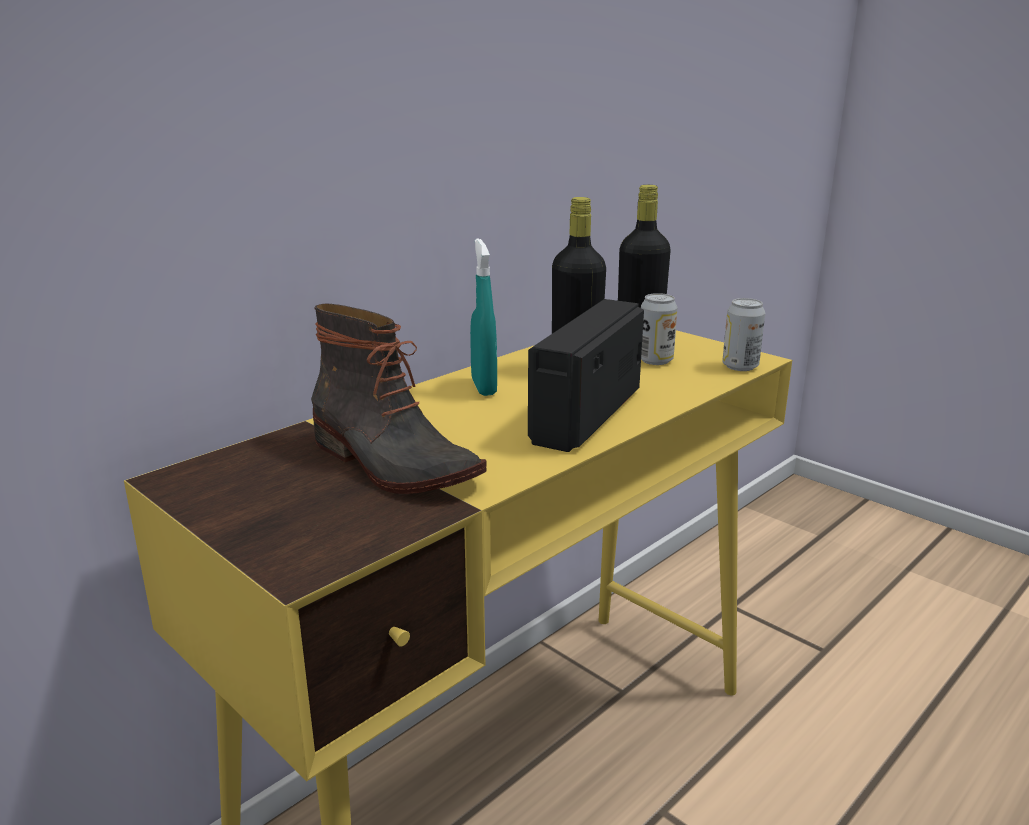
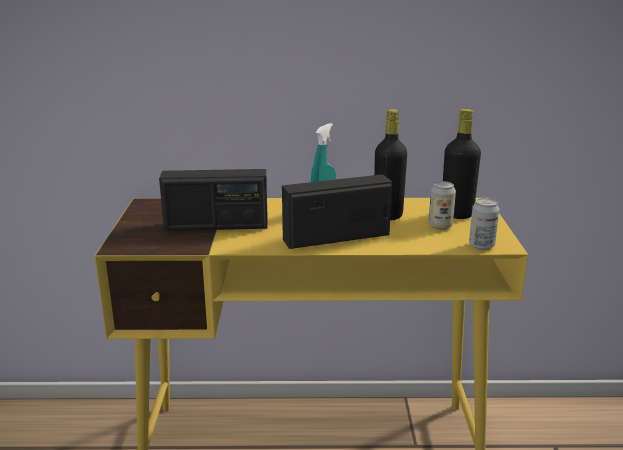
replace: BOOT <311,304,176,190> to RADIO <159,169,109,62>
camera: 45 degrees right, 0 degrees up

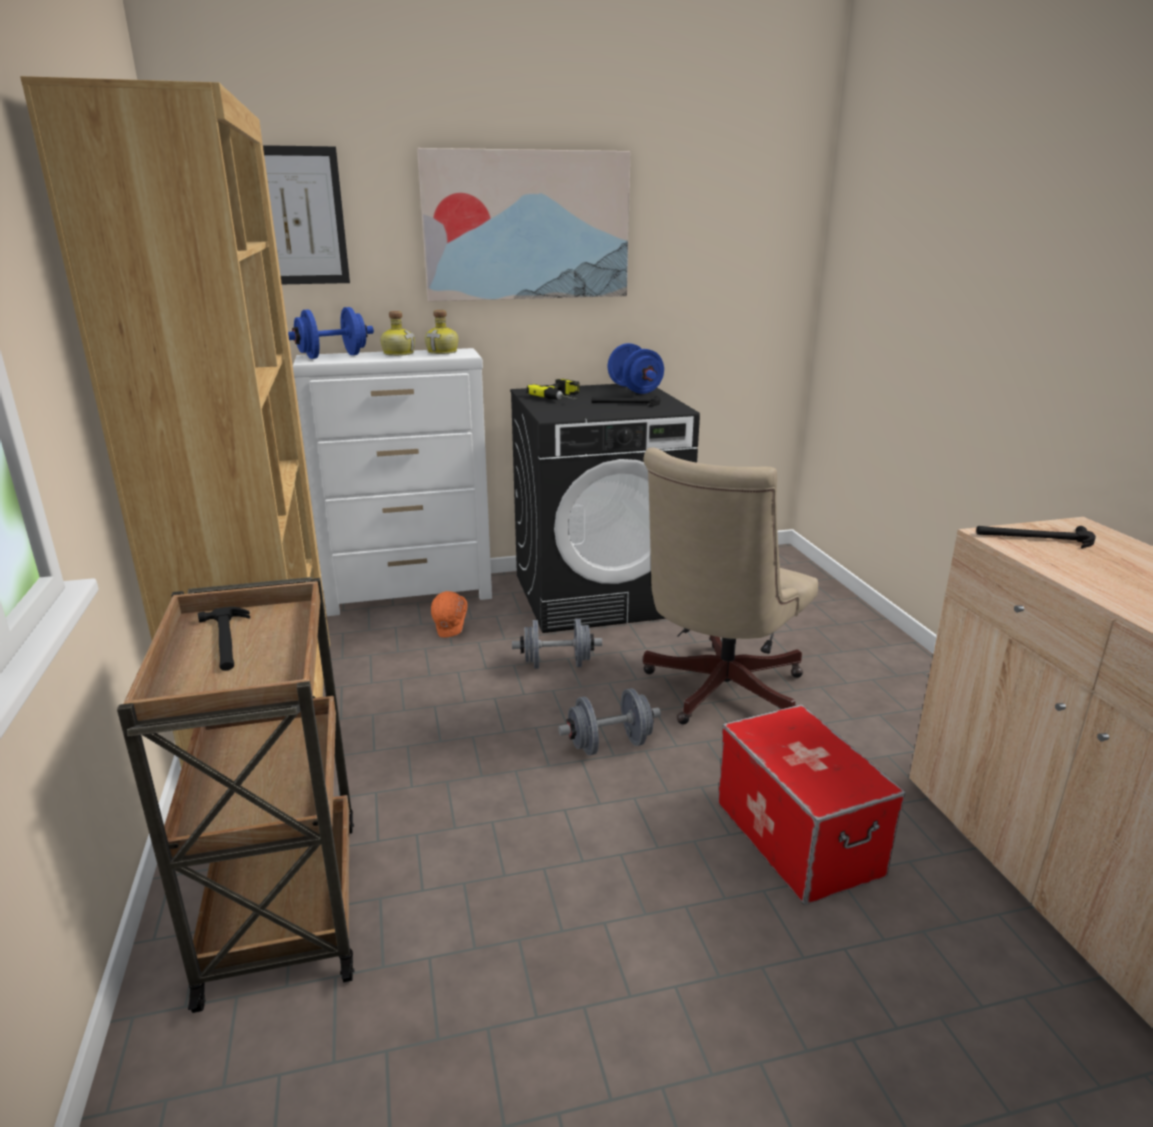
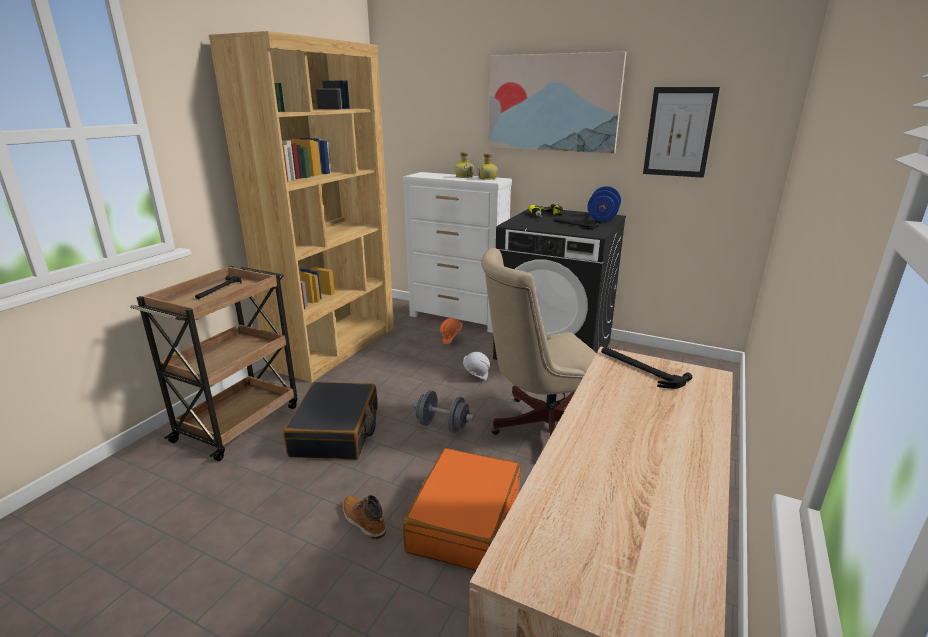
delete: BLUE DUMBBELL <288,307,86,52>
insert: BLACK SUITCASE <283,382,95,78>; BOOT <343,495,43,45>
move: PICTURE <263,145,87,139> to <643,87,77,91>
replace: GREY DUMBBELL <512,618,90,51> to WHITE HARD HAT <463,352,27,29>; STORAGE BOX <718,704,188,201> to ORANGE SUITCASE <403,448,117,123>
camera: 40 degrees right, 0 degrees up

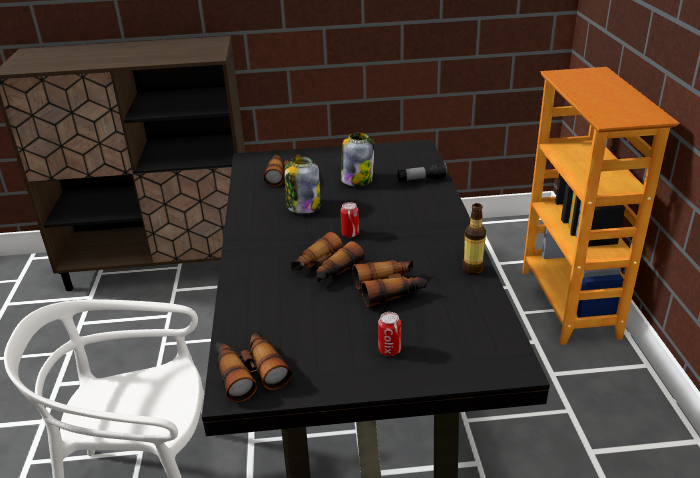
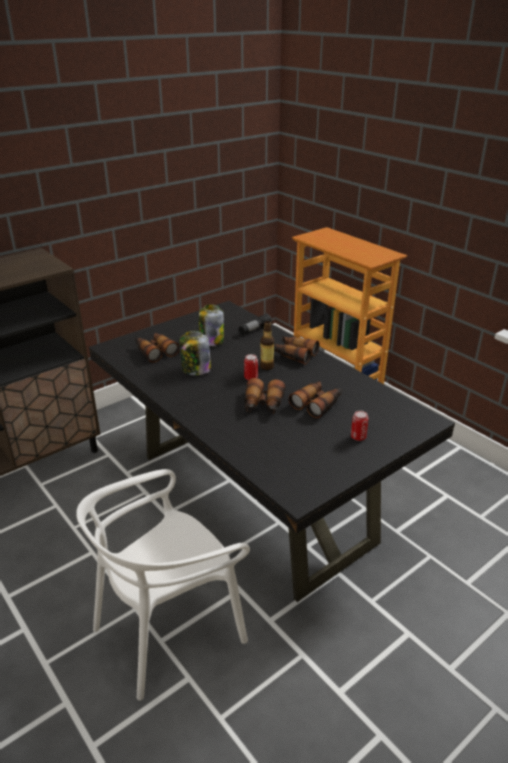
move: BOTTLE <462,203,24,72> to <260,321,14,49>; BINOCULARS <215,330,77,72> to <274,336,46,29>
camera: 35 degrees left, 0 degrees up

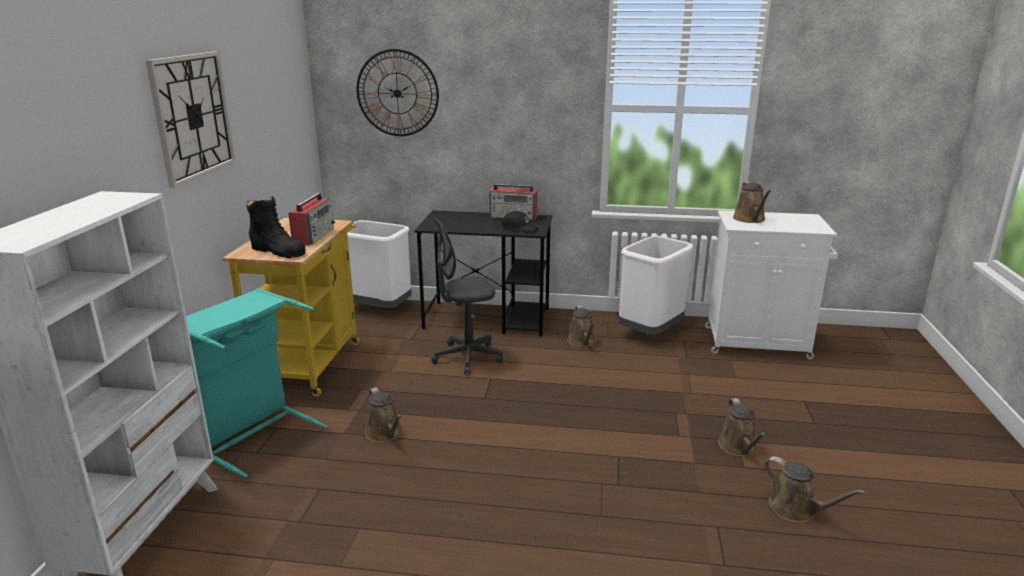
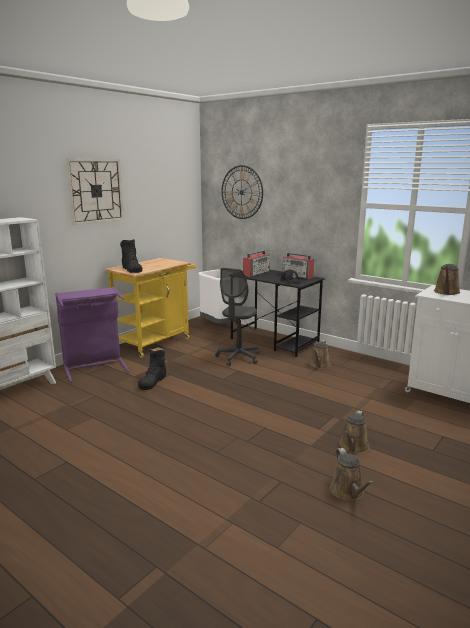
delete: WHITE TRASH CAN <618,235,75,100>
move: RADIO <289,190,46,56> to <243,250,27,27>
replace: BROWN WATERING CAN <365,387,38,55> to BLACK BOOT <138,347,28,43>
recolor: TURQUOISE LAUNDRY BASKET <186,288,142,190> to PURPLE LAUNDRY BASKET <55,287,74,95>
rotate: GREY OFFICE CHAIR <431,216,72,159> = <215,268,44,98> 75 degrees counterclockwise
camera: 30 degrees right, 5 degrees down

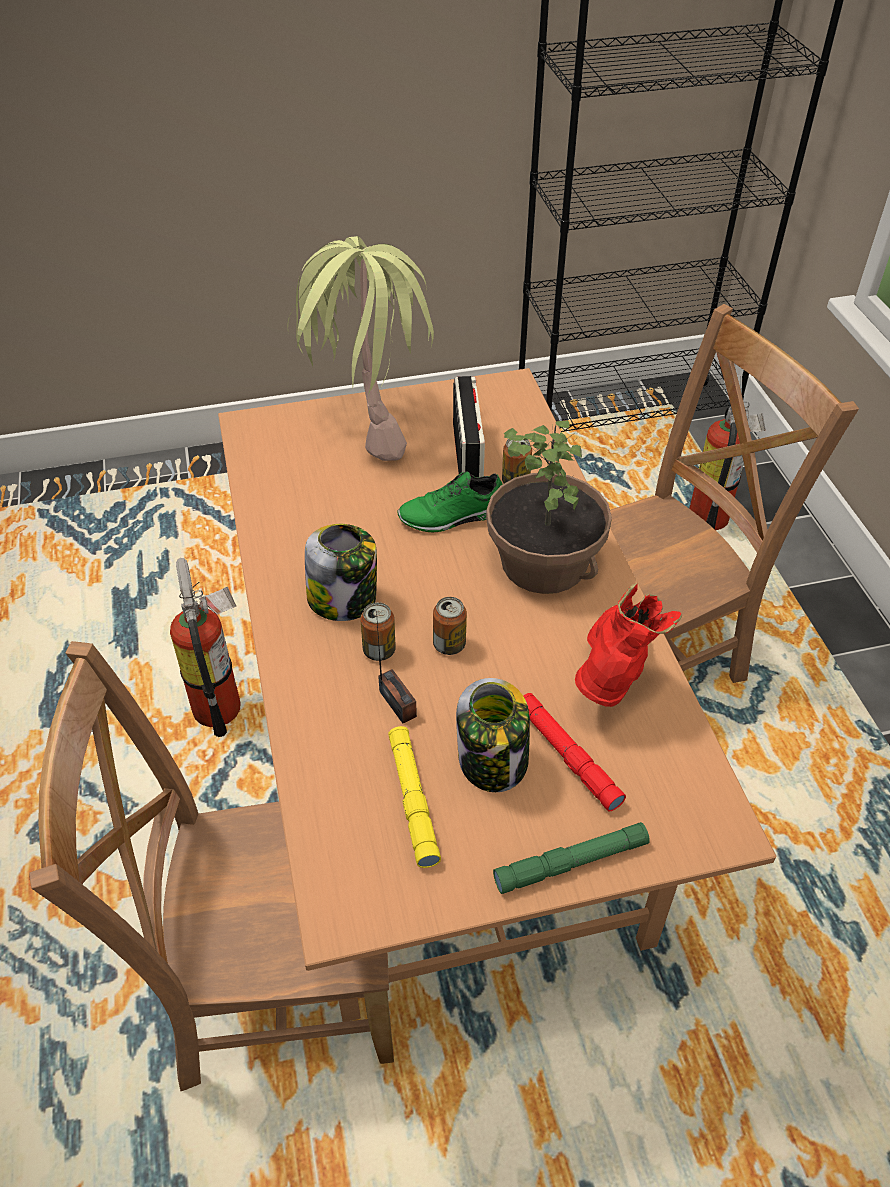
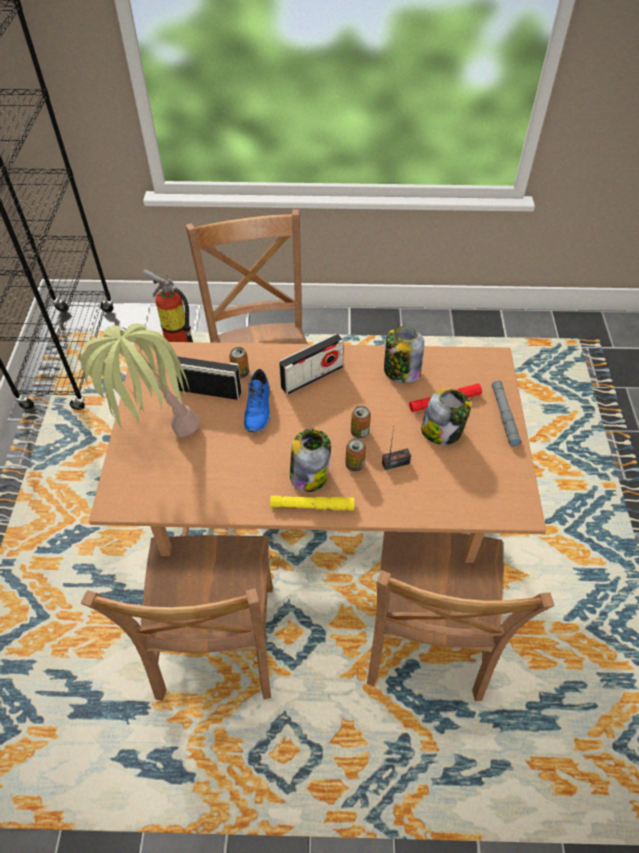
move: YELLOW FLASHLIGHT <388,726,53,142> to <270,495,84,16>
replace: POTTED PLANT <486,420,126,174> to RADIO <279,333,65,62>; FIRE EXTINGUISHER <170,558,71,179> to BROWN CHAIR <81,535,192,166>; RED BOOT <575,583,106,124> to JAR <384,326,40,57>
recolor: GREEN SHOE <397,471,106,61> to BLUE SHOE <244,369,26,63>; GREEN FLASHLIGHT <493,822,157,72> to GREY FLASHLIGHT <492,381,29,65>
camera: 75 degrees left, 5 degrees up

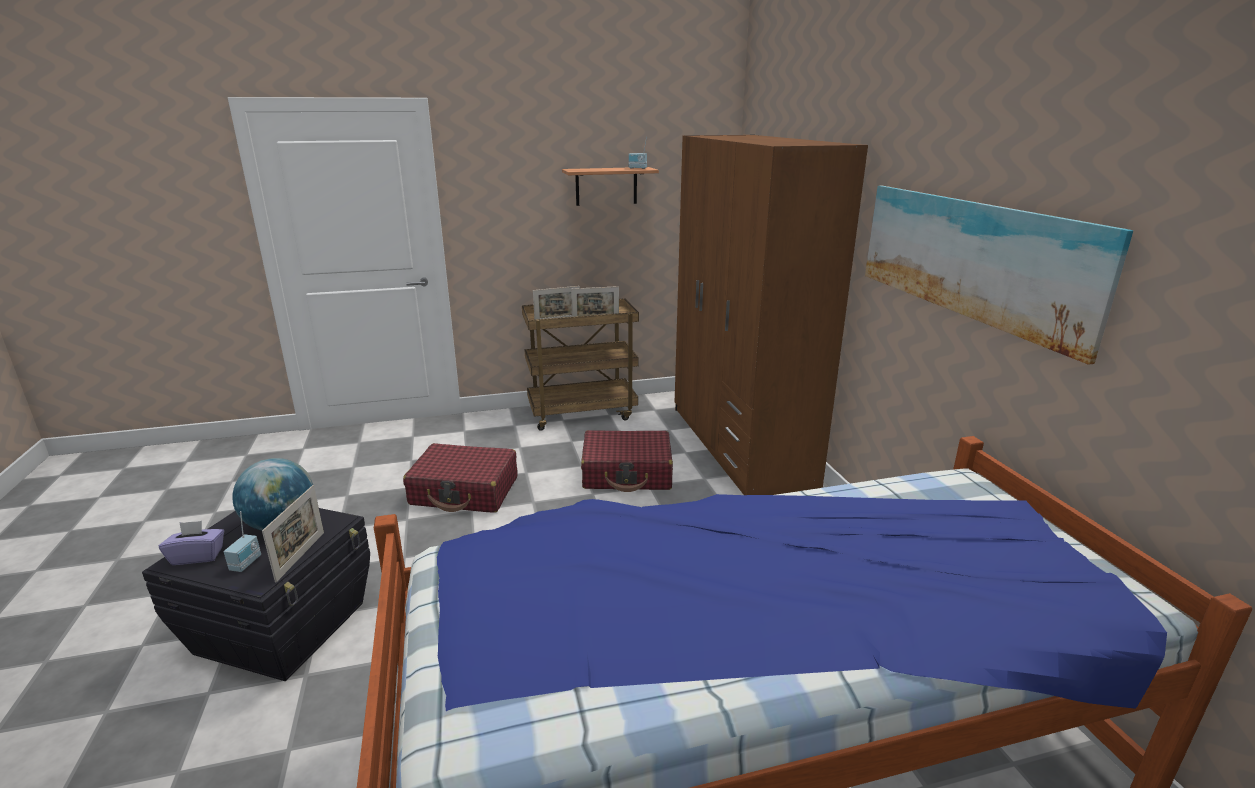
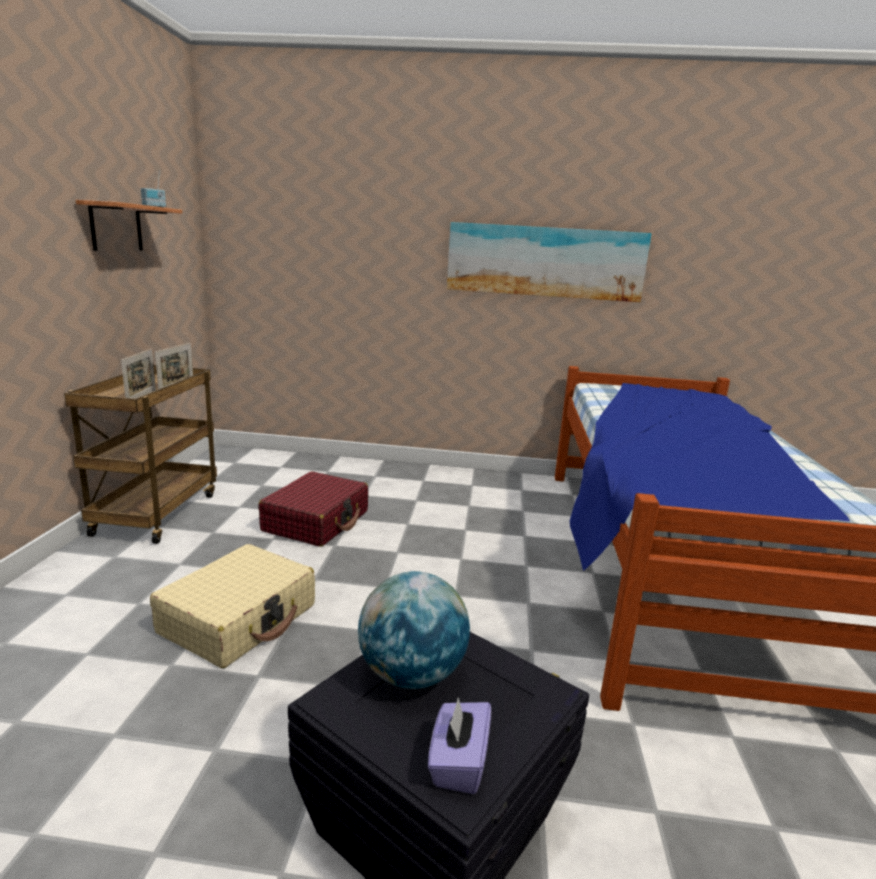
delete: BROWN WARDROBE <675,135,193,360>; PICTURE FRAME <262,485,62,98>; RADIO <223,511,38,61>
recolor: RED SUITCASE <403,443,114,70> to BEIGE SUITCASE <150,544,165,124>
camera: 70 degrees left, 5 degrees down

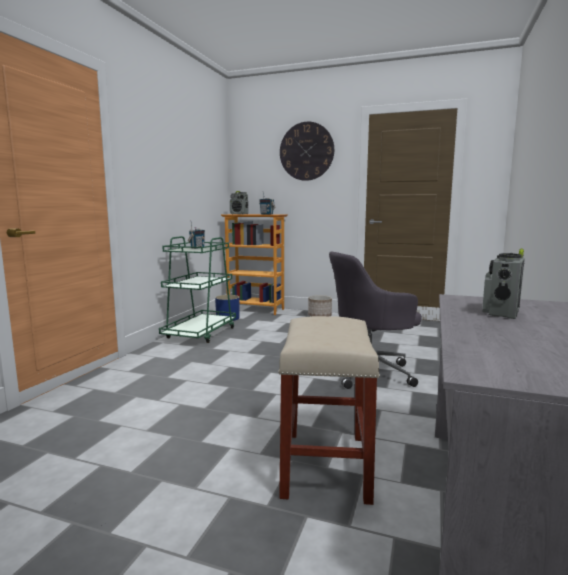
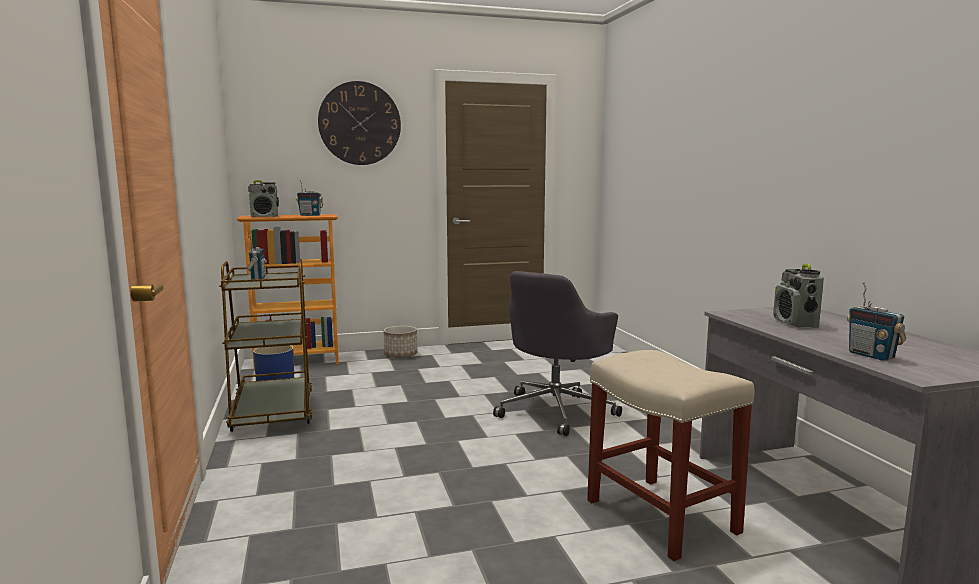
insert: RADIO <847,282,59,79>
recolor: GREEN CART <159,236,77,107> to BROWN CART <219,259,93,173>
camera: 35 degrees left, 0 degrees up

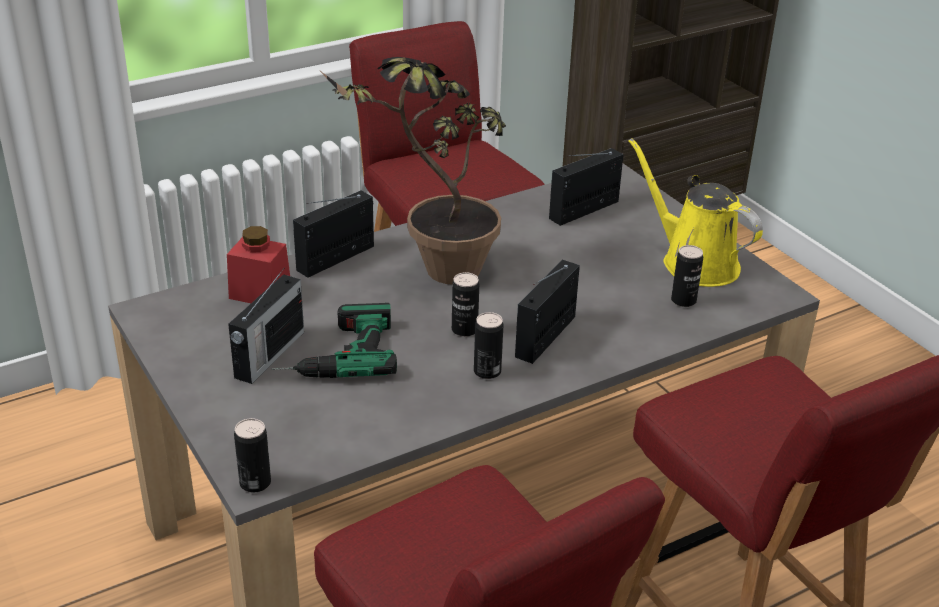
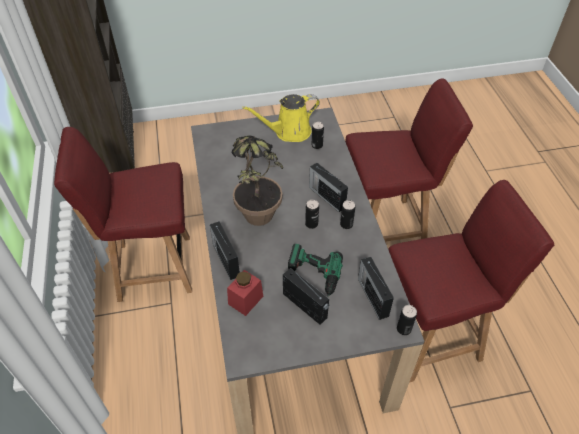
move: RADIO <549,148,75,78> to <358,257,36,63>
camera: 70 degrees left, 15 degrees up

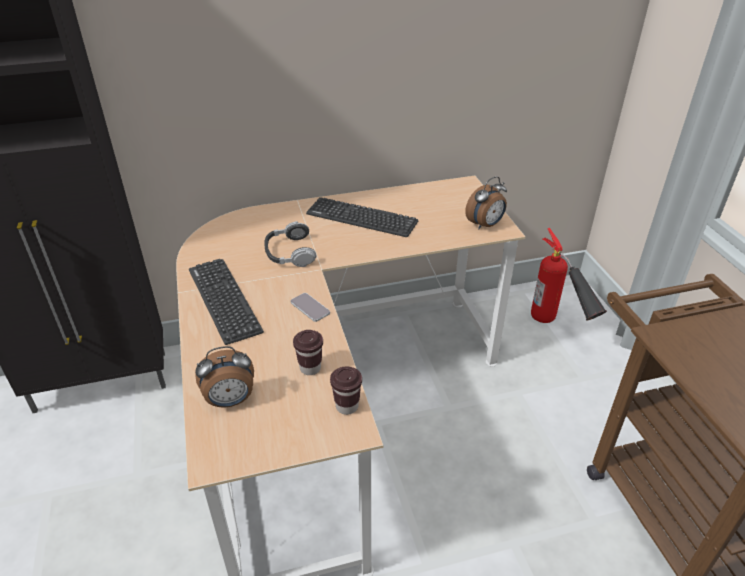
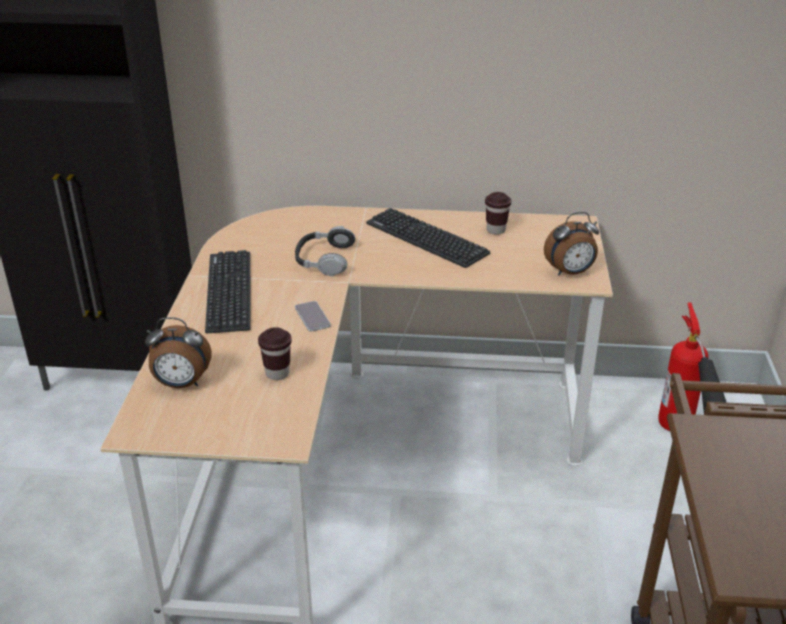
move: BROWN CUP <330,366,32,49> to <485,192,26,43>
camera: 20 degrees right, 5 degrees down

